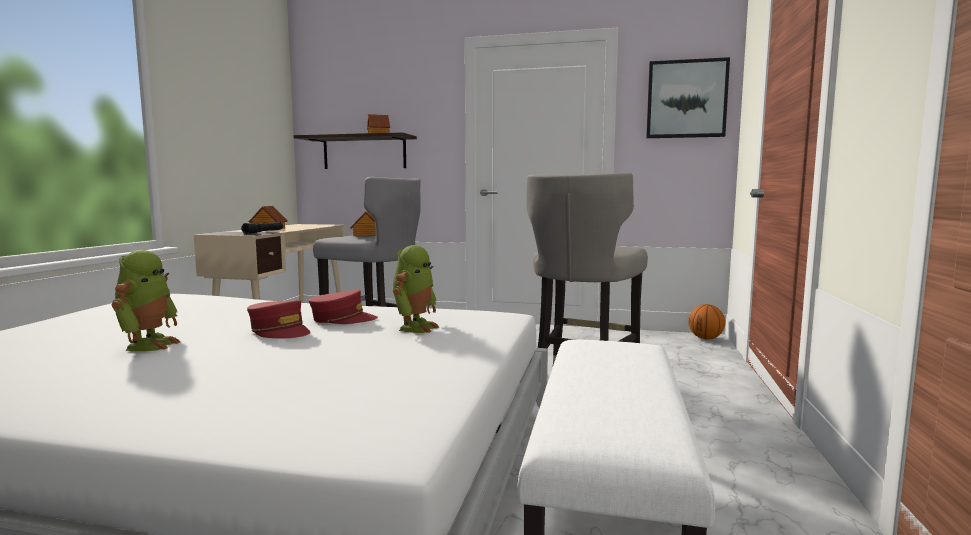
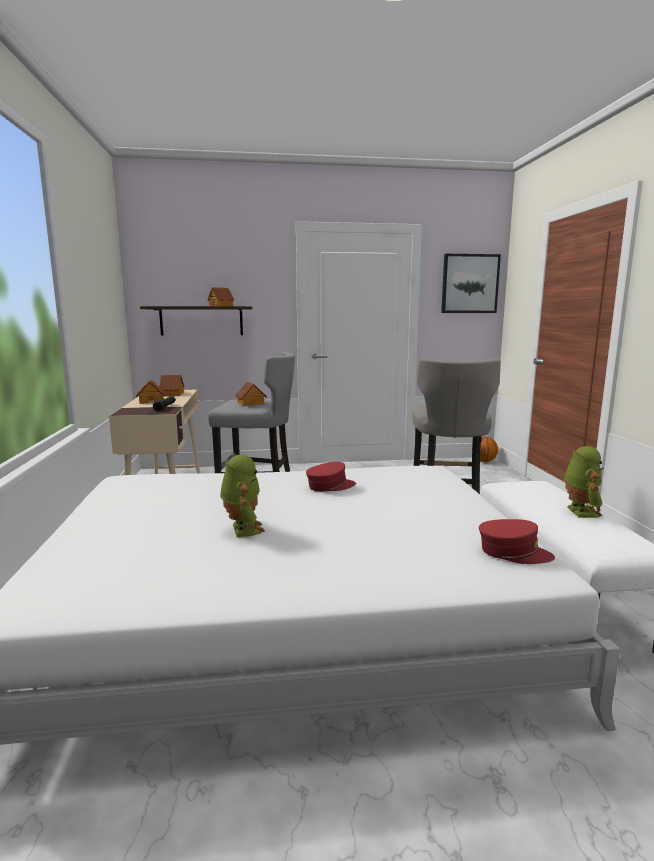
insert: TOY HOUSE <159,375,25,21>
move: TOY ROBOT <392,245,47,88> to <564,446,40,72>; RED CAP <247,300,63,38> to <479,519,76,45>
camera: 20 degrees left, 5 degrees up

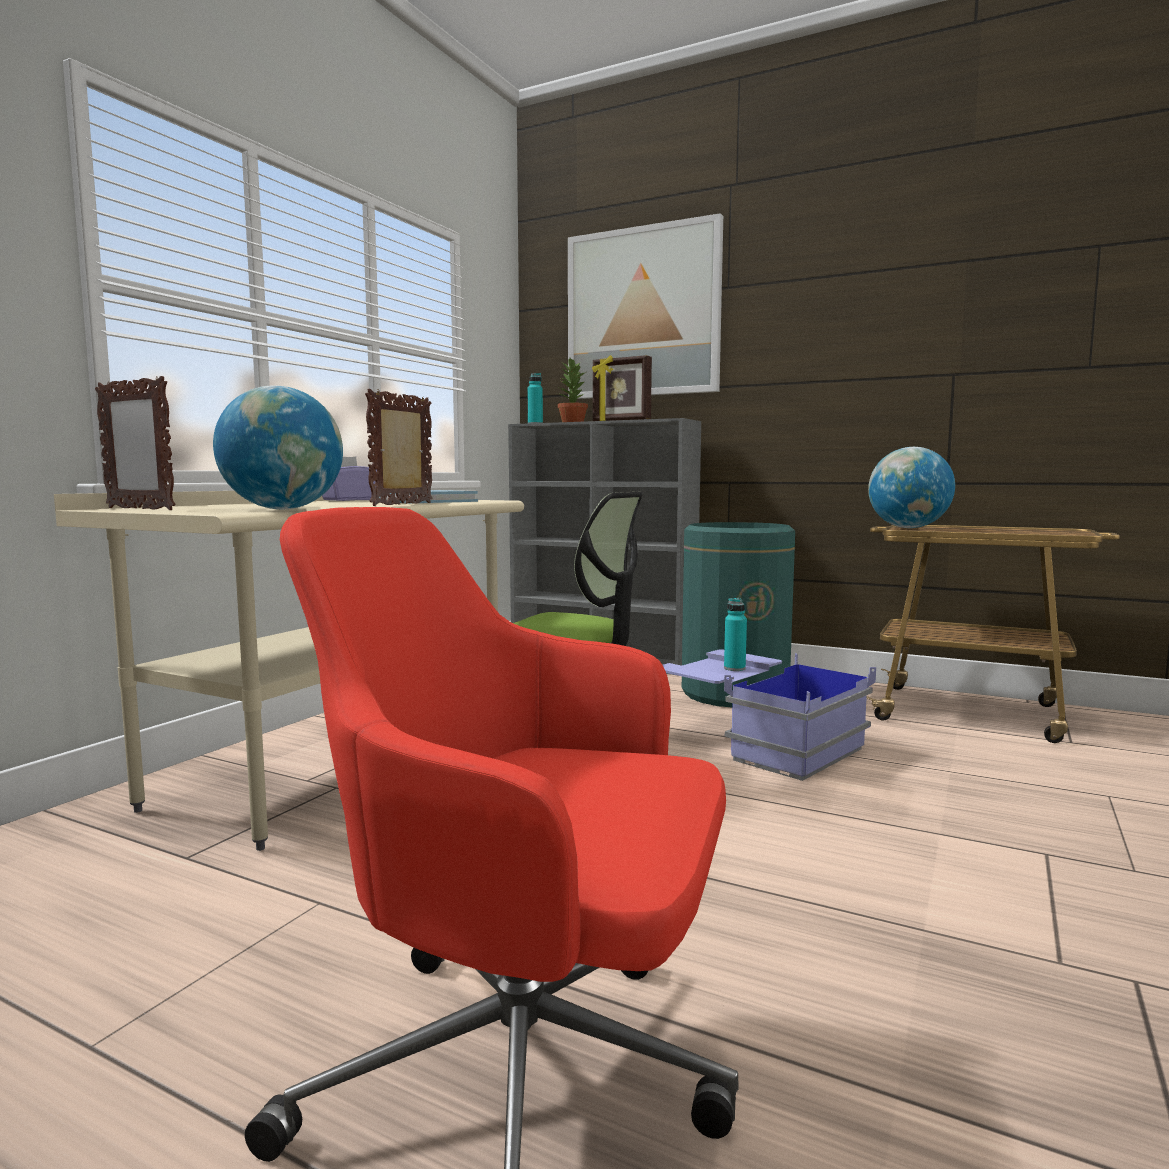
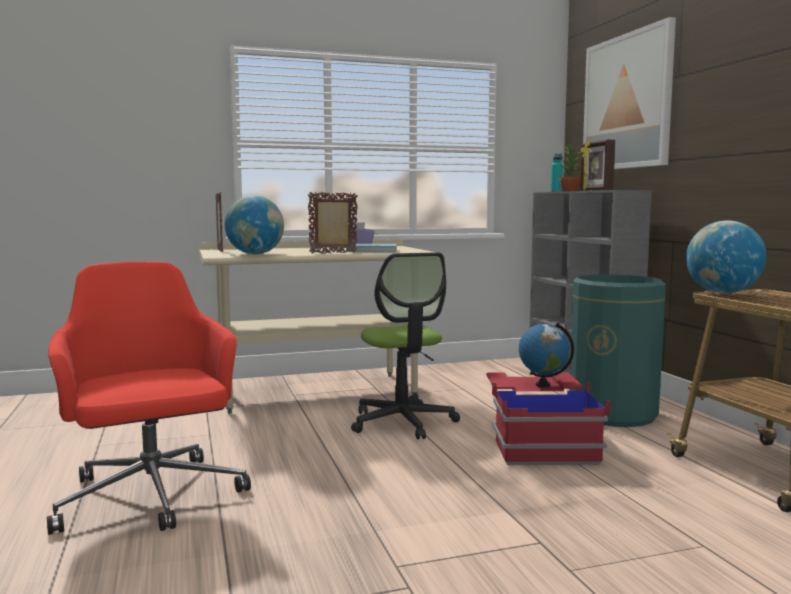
replace: TURQUOISE BOTTLE <724,598,23,73> to GLOBE <519,323,55,64>
recolor: BLUE STORAGE BOX <663,649,213,132> to RED STORAGE BOX <486,372,125,93>
camera: 45 degrees right, 0 degrees up

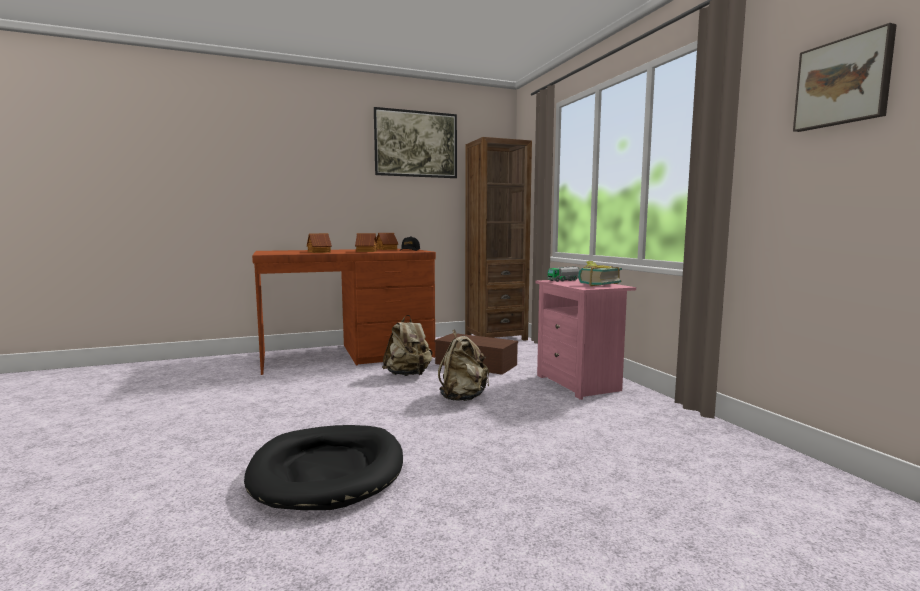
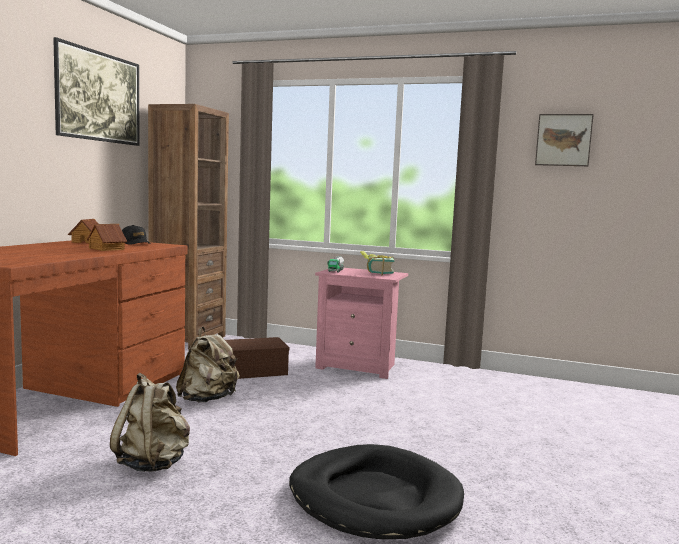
delete: TOY HOUSE <307,233,25,20>
move: BEIGE BACKPACK <438,330,51,71> to <110,373,80,99>
camera: 50 degrees left, 0 degrees up

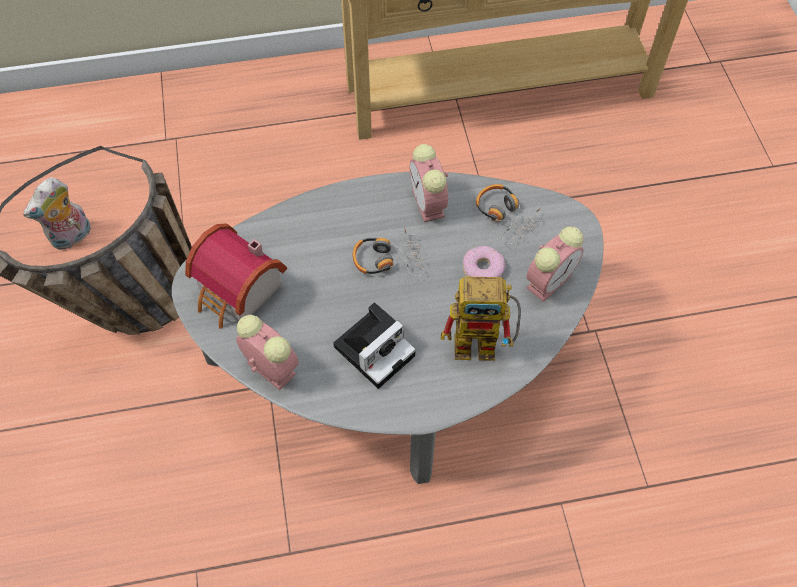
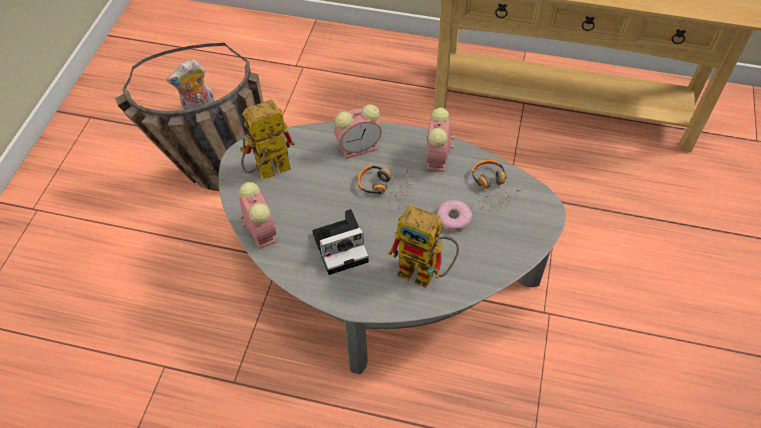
move: ALARM CLOCK <526,226,57,76> to <334,104,48,55>
replace: TOY HOUSE <185,223,102,106> to TOY ROBOT <240,99,55,81>
camera: 25 degrees right, 5 degrees down

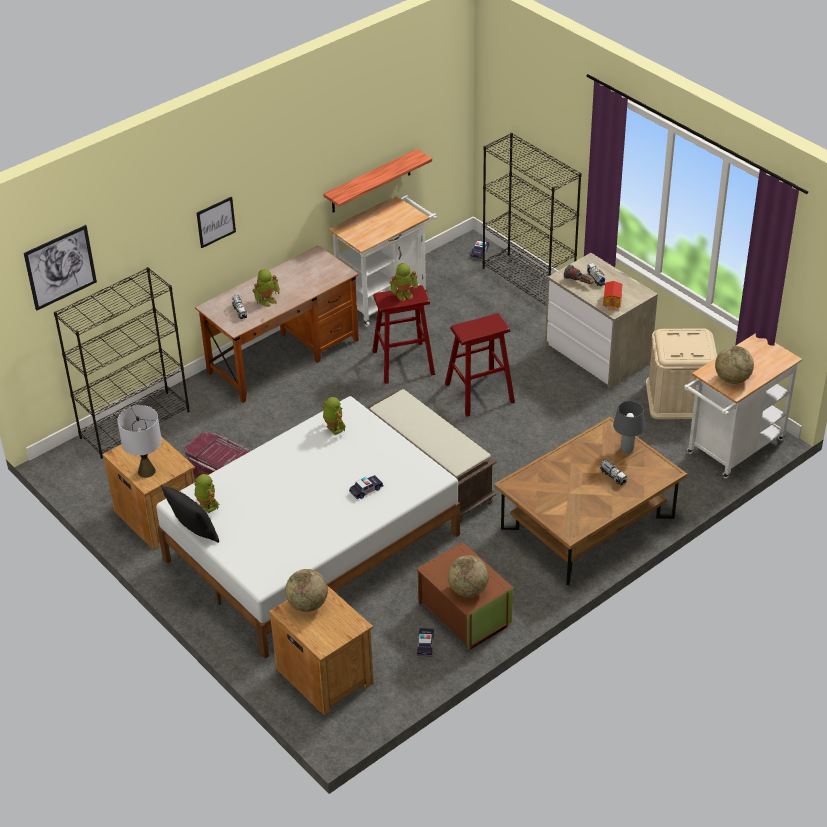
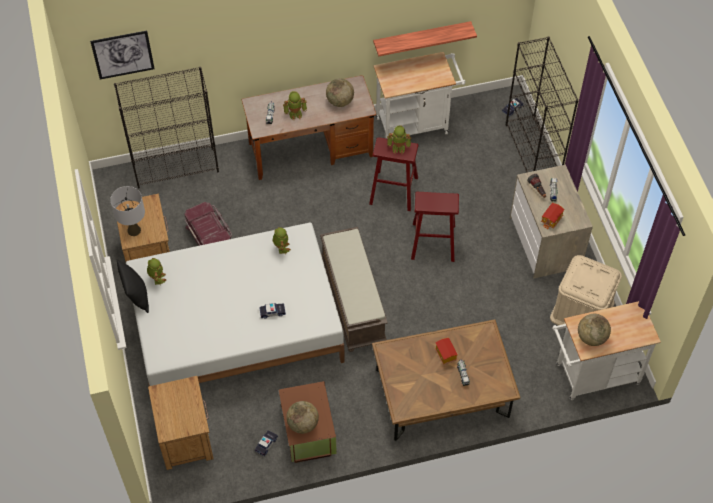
delete: PICTURE <197,197,39,51>; GREY TABLE LAMP <613,401,32,52>
insert: TOY HOUSE <435,338,23,27>
move: GLOBE <285,569,43,43> to <326,78,28,29>
camera: 25 degrees right, 15 degrees up

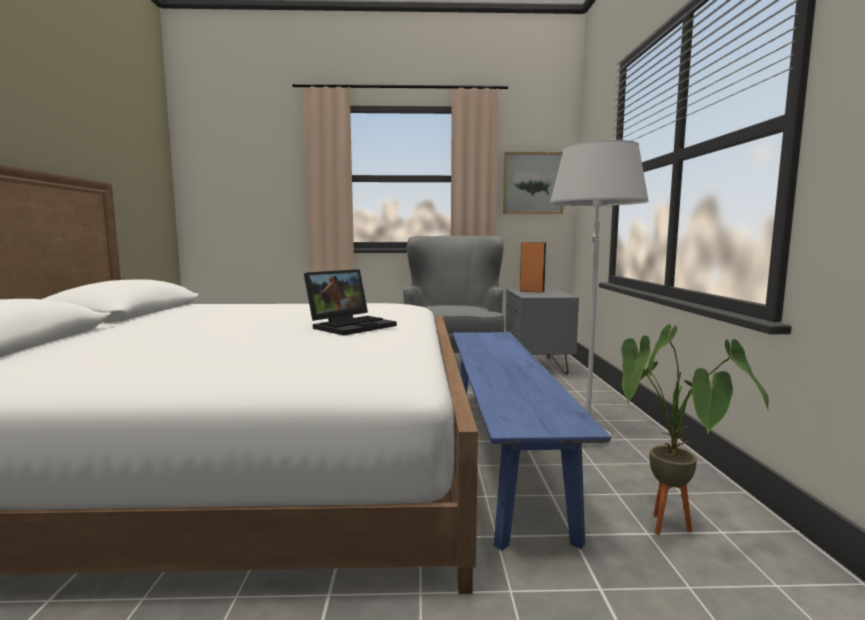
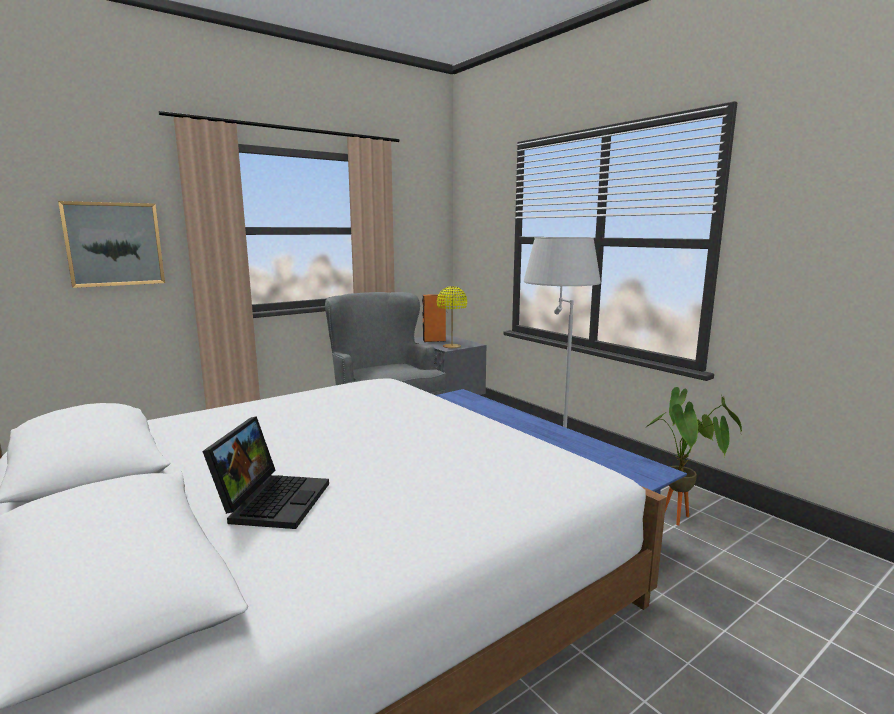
insert: YELLOW TABLE LAMP <437,286,30,62>
move: PICTURE <503,152,60,62> to <58,201,107,87>; LAPTOP <304,269,93,67> to <202,416,127,113>
camera: 35 degrees left, 5 degrees up

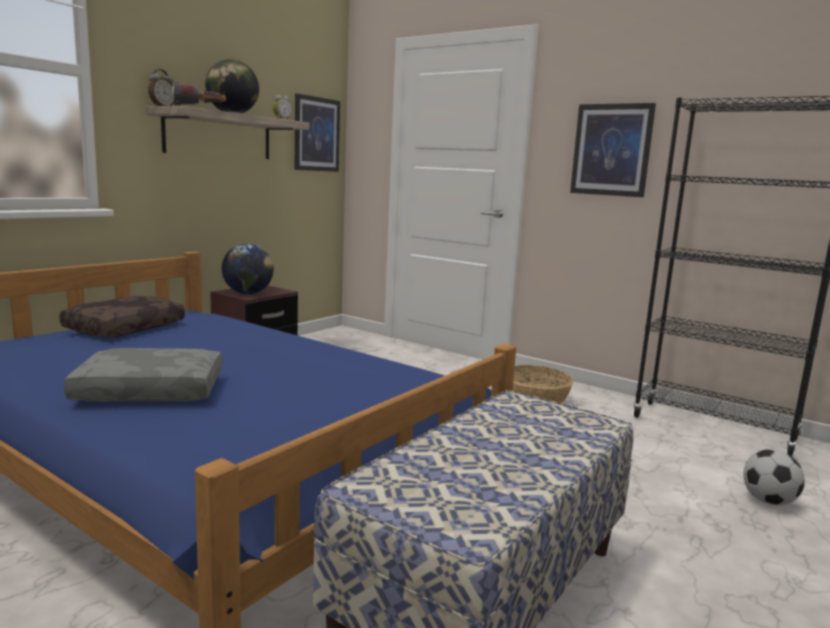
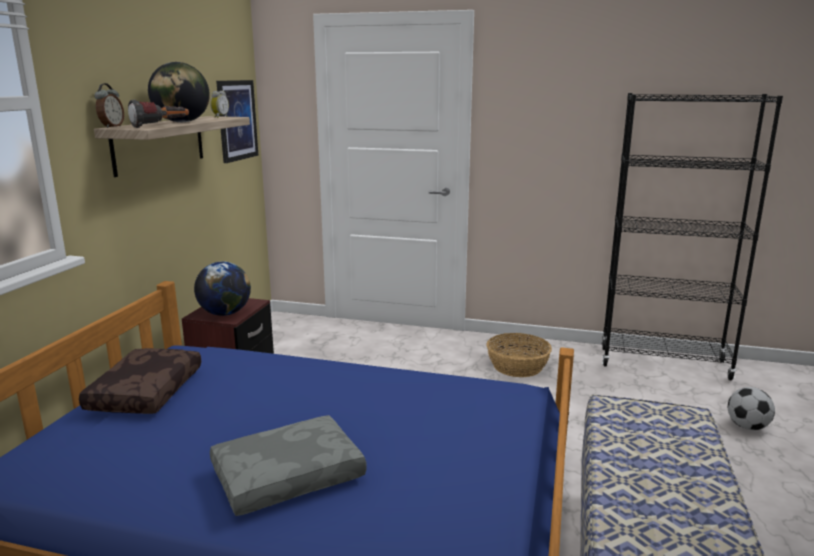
delete: PICTURE <570,103,86,94>
camera: 20 degrees left, 5 degrees up

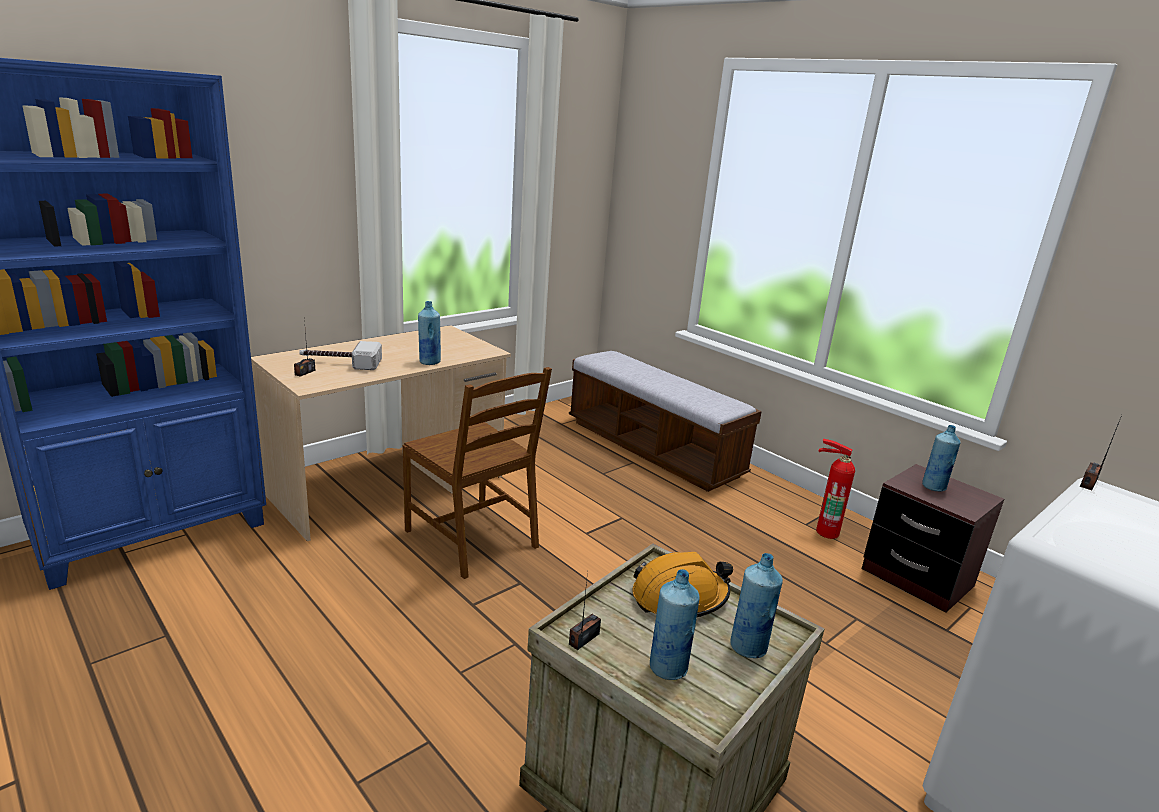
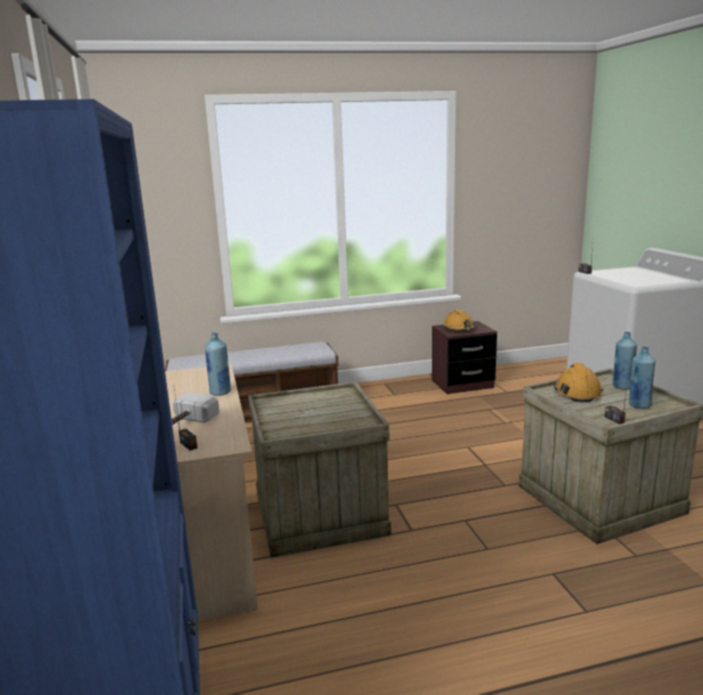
delete: FIRE EXTINGUISHER <816,439,39,100>
replace: BROWN CHAIR <403,367,149,212> to CRATE <248,382,143,176>; BLUE BOTTLE <922,425,39,66> to ORANGE HARD HAT <444,310,32,20>
camera: 60 degrees left, 5 degrees down

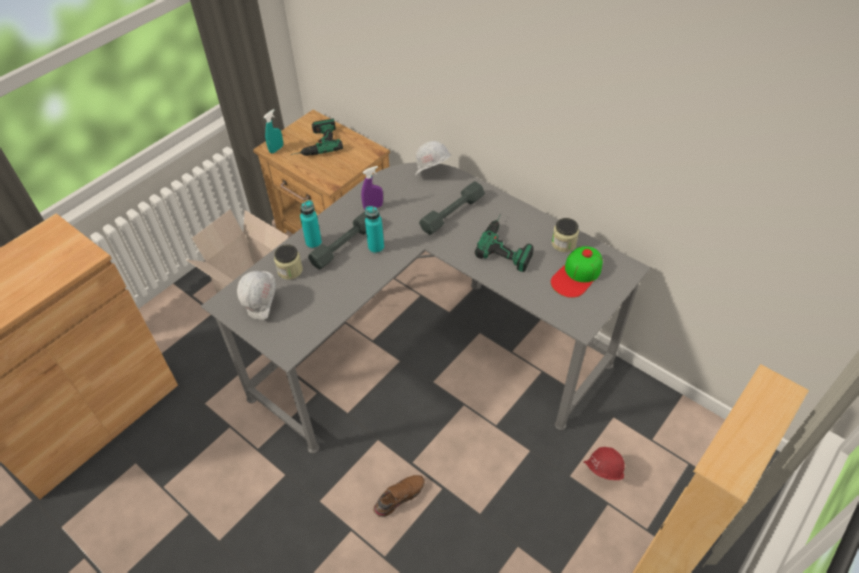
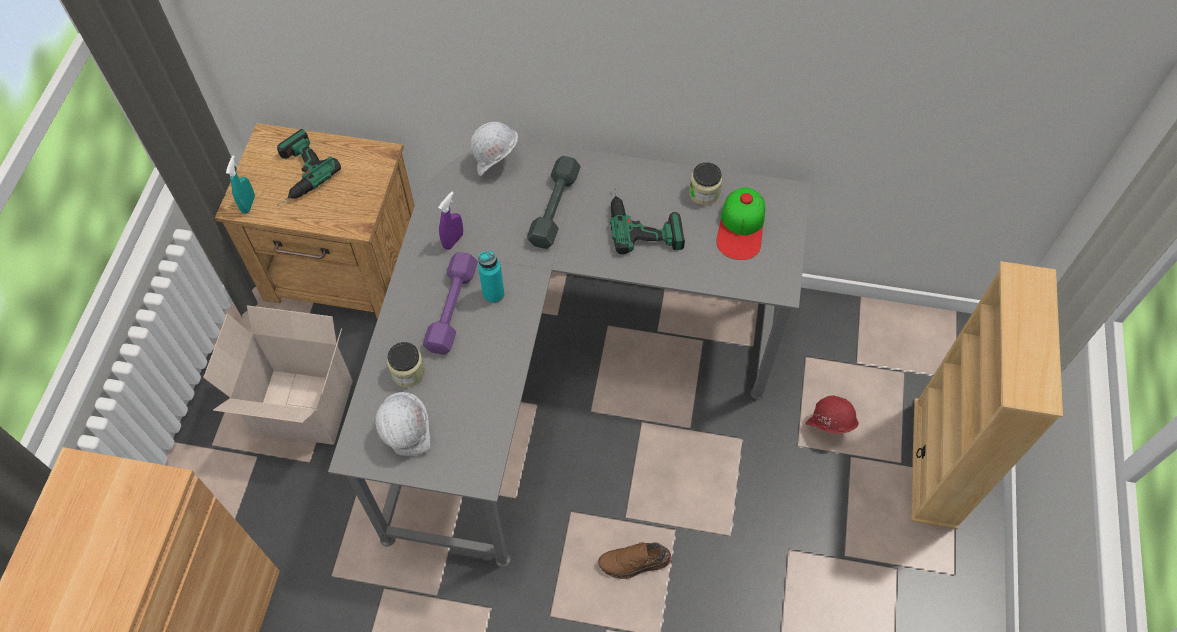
delete: TURQUOISE BOTTLE <300,200,22,49>
recolor: GREY DUMBBELL <308,211,58,59> to PURPLE DUMBBELL <423,252,55,103>
rotate: BROWN SHOE <373,475,52,42> = <598,542,74,37> 120 degrees counterclockwise
camera: 30 degrees left, 10 degrees up

